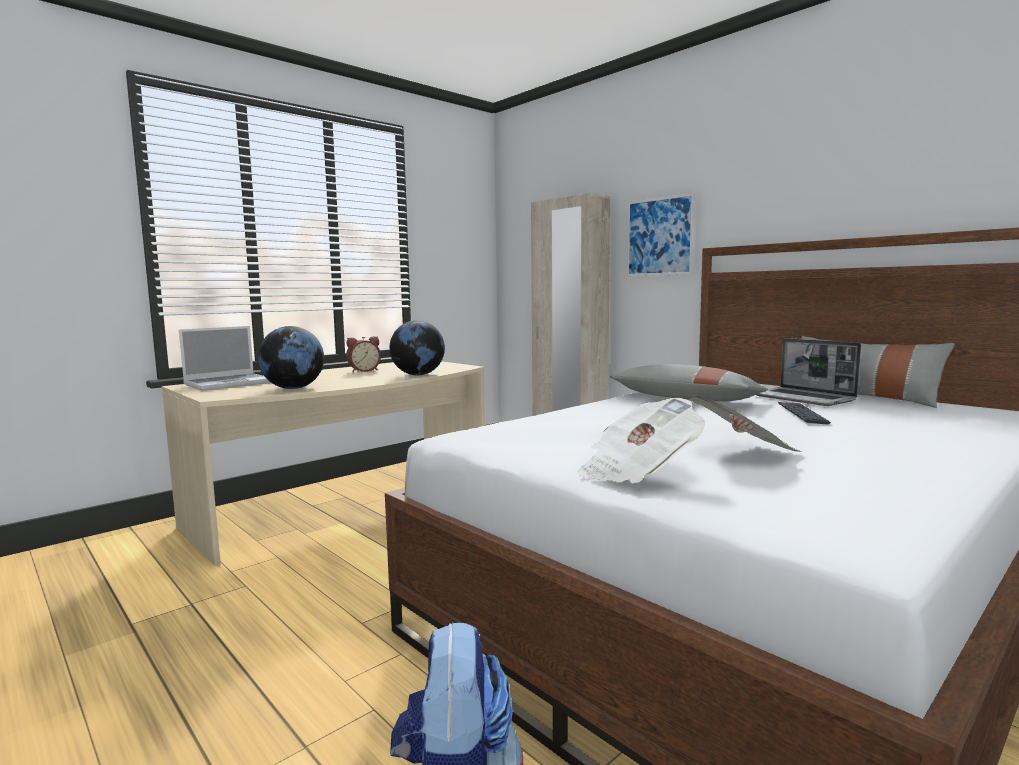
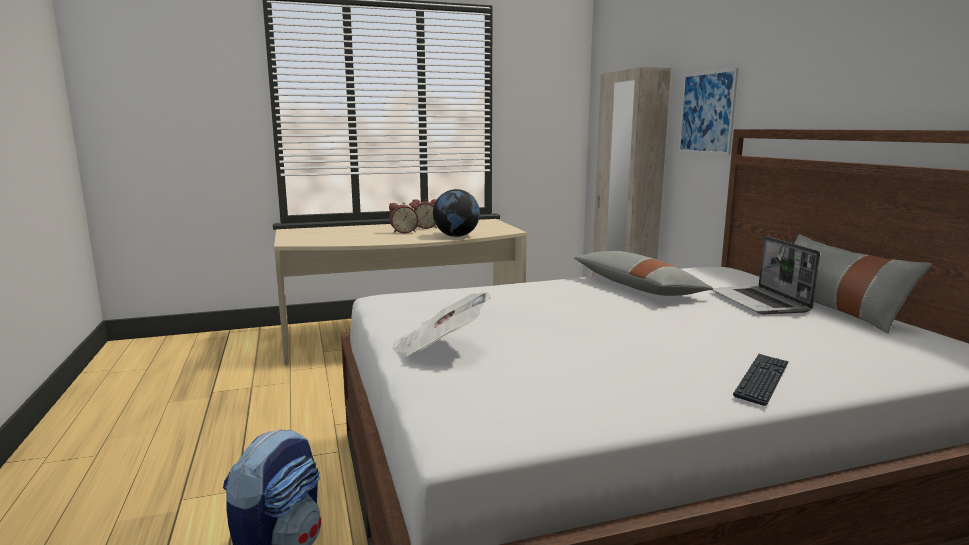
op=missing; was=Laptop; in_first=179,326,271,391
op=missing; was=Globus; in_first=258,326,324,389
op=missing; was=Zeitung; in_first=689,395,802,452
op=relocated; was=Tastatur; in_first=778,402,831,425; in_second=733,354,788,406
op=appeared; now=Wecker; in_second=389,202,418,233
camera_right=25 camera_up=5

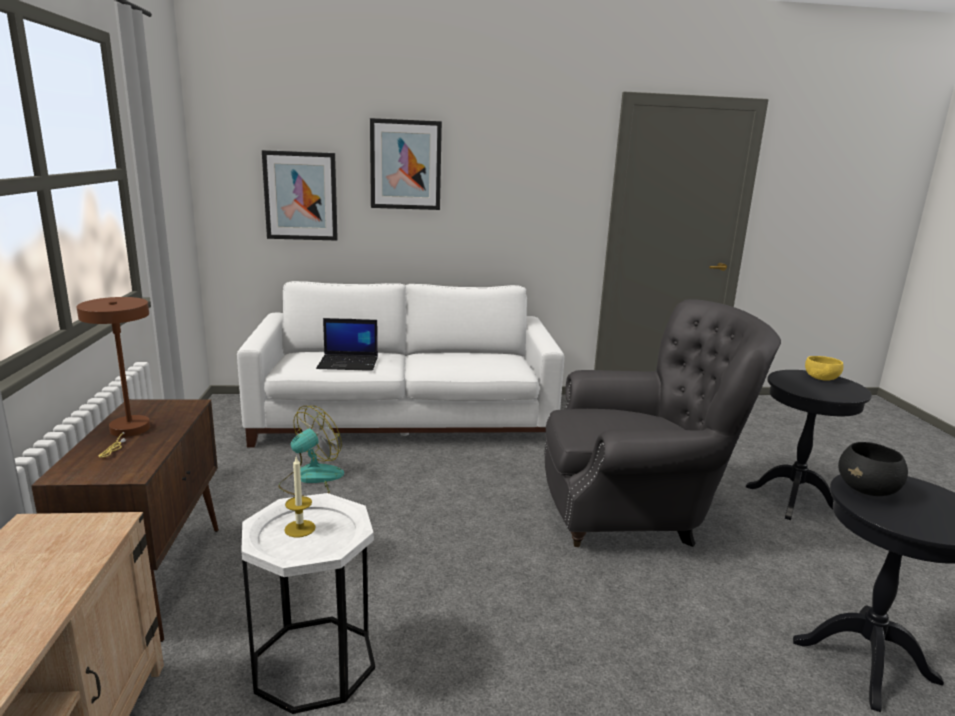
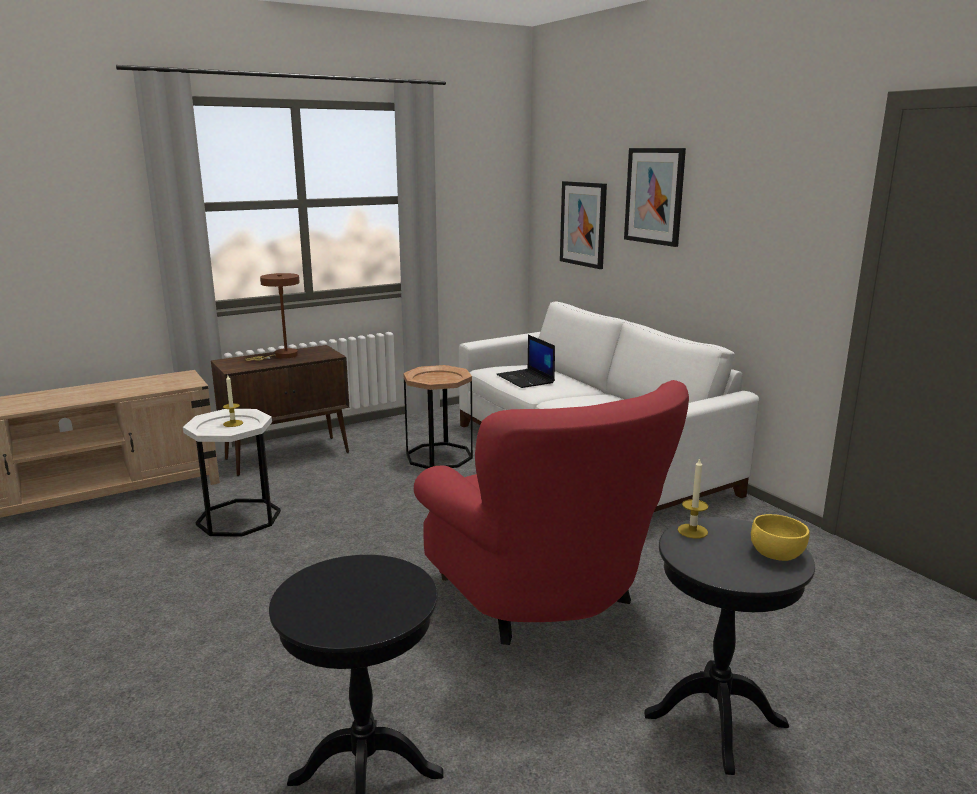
op=colour; was=Sessel [grau]; now=Sessel [rot]; in_first=544,299,781,547; in_second=414,380,689,645
op=exchanged; was=Ventilator; now=Beistelltisch [braun]; in_first=278,406,344,496; in_second=403,365,473,469
op=missing; was=Schüssel [schwarz]; in_first=838,442,908,496
op=appeared; now=Kerze; in_second=678,457,708,538
camera_right=65 camera_up=0

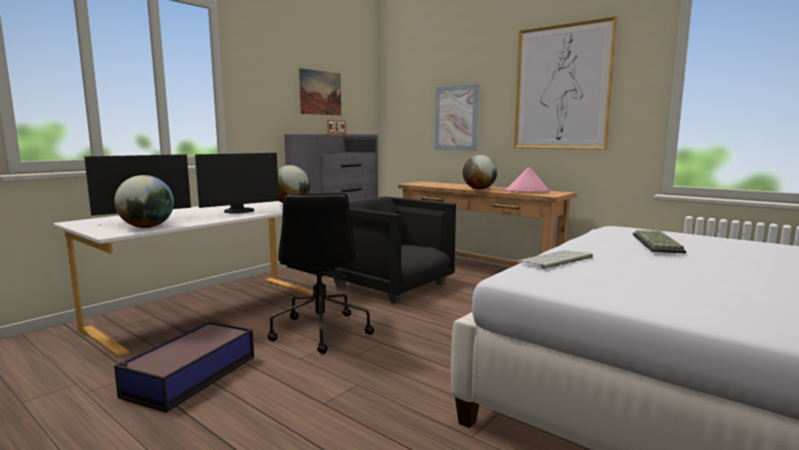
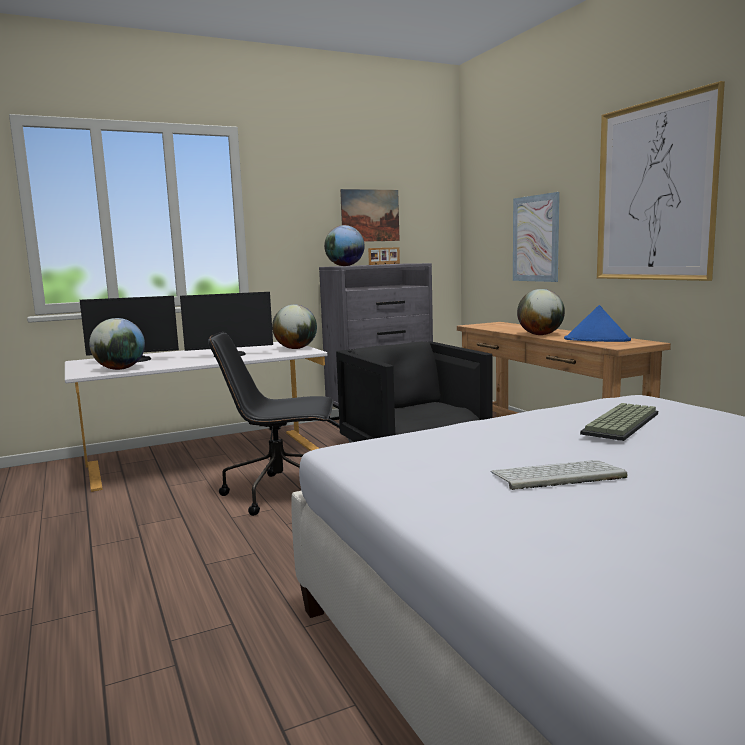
op=colour; was=Hut [rosa]; now=Hut [blau]; in_first=505,166,550,192; in_second=564,305,631,342
op=spun; was=Bürostuhl [schwarz]; in_first=267,192,374,354; in_second=208,332,334,516; clockwise=75
op=relocated; was=Tastatur; in_first=516,250,593,269; in_second=490,460,628,490
op=missing; was=Aufbewahrungsbox; in_first=114,321,254,413
op=appeared; now=Globus; in_second=324,225,365,266
camera_right=25 camera_up=0

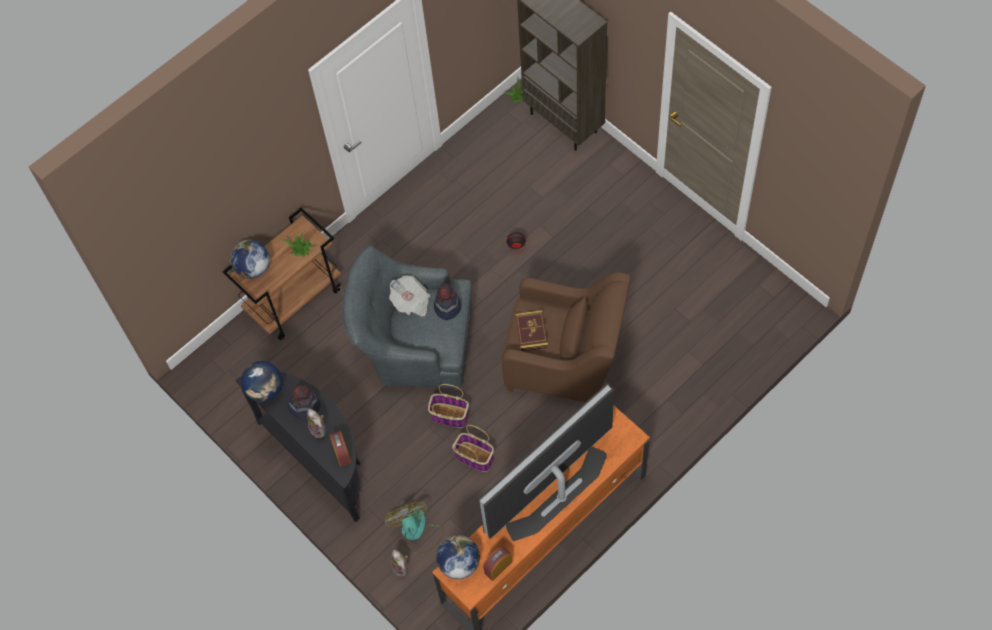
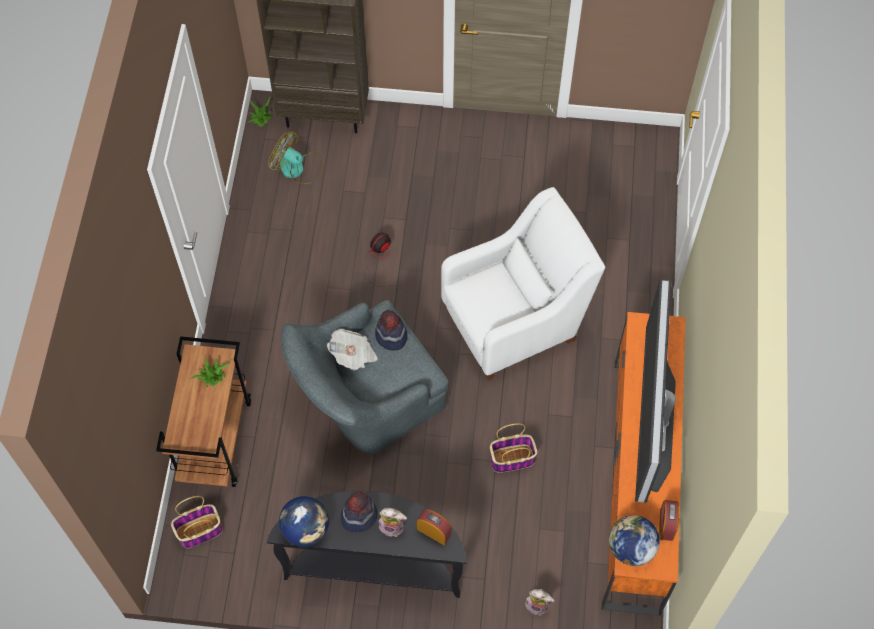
op=missing; was=Globus; in_first=230,240,270,279
op=colour; was=Sessel [braun]; now=Sessel [weiß]; in_first=502,272,631,402; in_second=441,187,605,380
op=missing; was=Buch; in_first=515,310,548,351
op=relocated; was=Korb; in_first=428,384,469,428; in_second=171,496,222,548
op=relocated; was=Ventilator; in_first=384,501,444,555; in_second=268,131,322,184
camera_right=-45 camera_up=0

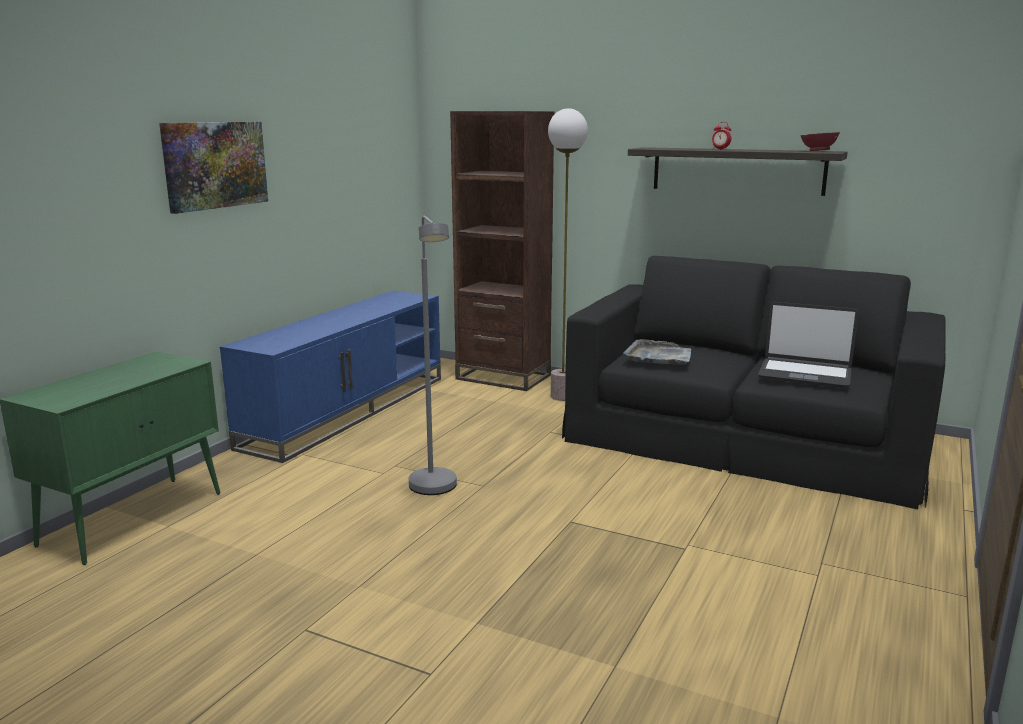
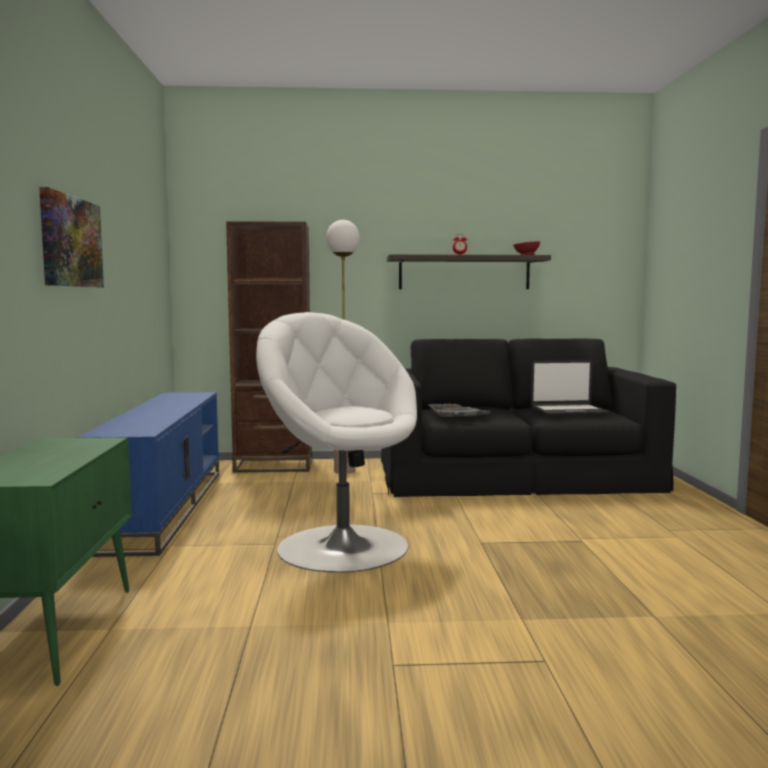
op=exchanged; was=Stehlampe [grau]; now=Sessel [weiß]; in_first=409,216,457,495; in_second=256,312,417,572
camera_right=-30 camera_up=-10

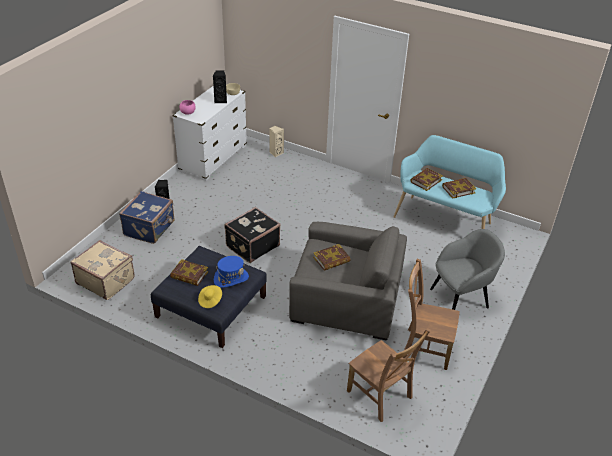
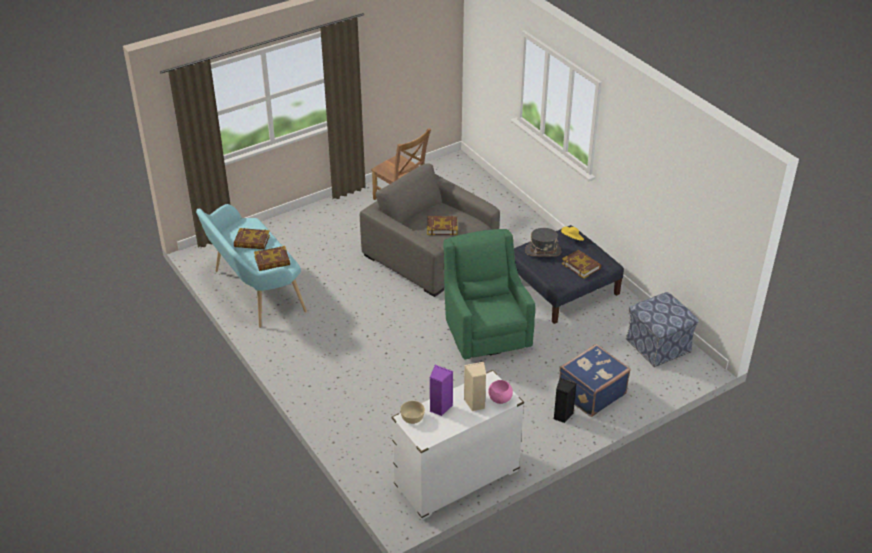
op=colour; was=Lautsprecher [schwarz]; now=Lautsprecher [lila]; in_first=213,71,227,103; in_second=430,365,454,416
op=relocated; was=Lautsprecher [beige]; in_first=269,126,284,157; in_second=464,362,486,411
op=exchanged; was=Koffer [schwarz]; now=Sessel [grün]; in_first=224,207,281,263; in_second=443,229,535,359
op=missing; was=Sessel [grau]; in_first=430,229,505,310
op=exchanged; was=Koffer [beige]; now=Polsterhocker; in_first=71,240,135,300; in_second=626,292,699,367
op=colour; was=Hut [blau]; now=Hut [grau]; in_first=214,256,249,288; in_second=525,228,561,256
op=missing; was=Stuhl [braun]; in_first=347,328,431,422
camera_right=-150 camera_up=0

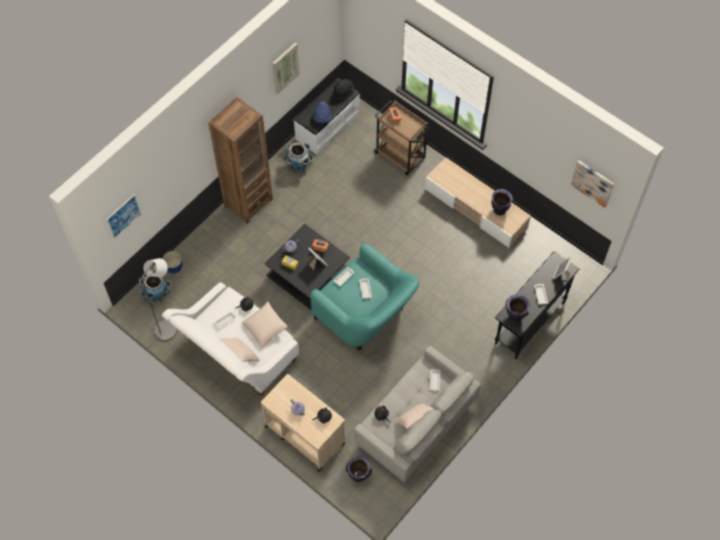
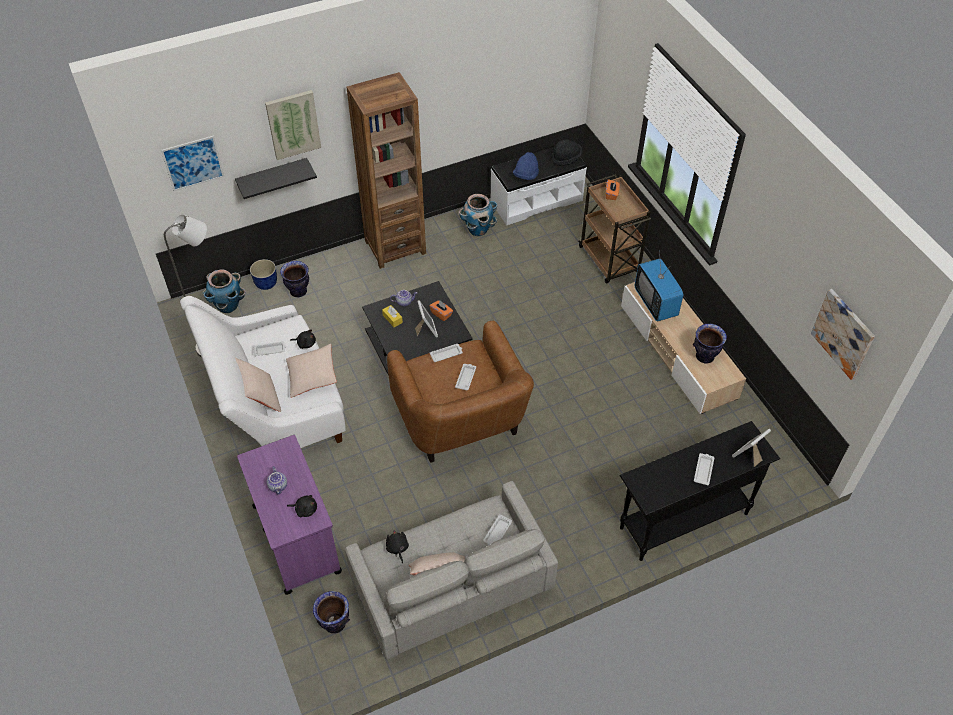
op=relocated; was=Bild; in_first=273,42,300,94; in_second=265,90,321,160
op=colour; was=Sessel [türkis]; now=Sessel [braun]; in_first=310,243,419,350; in_second=387,321,534,463
op=relocated; was=Vase; in_first=506,294,530,322; in_second=280,261,309,297
op=colour; was=Rollwagen [beige]; now=Rollwagen [lila]; in_first=261,374,345,472; in_second=237,435,342,595
op=appeared; now=Wandregal [schwarz]; in_second=235,158,317,199
op=appeared; now=Fernseher; in_second=635,250,683,322
camera_right=25 camera_up=-10

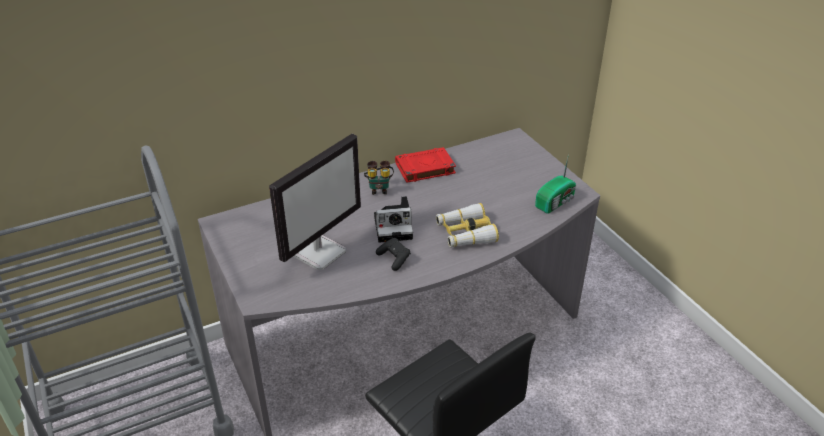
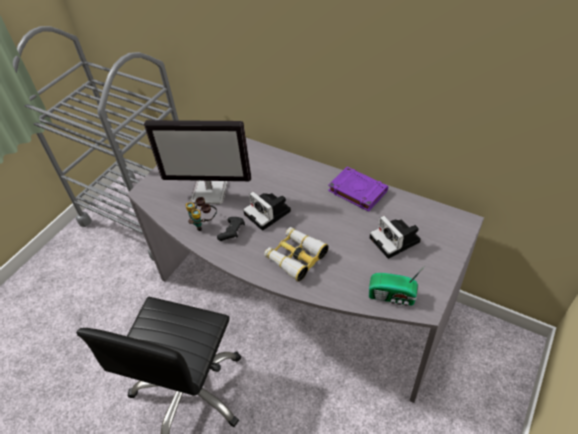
op=colour; was=Buch [rot]; now=Buch [lila]; in_first=395,147,456,183; in_second=328,167,388,211
op=relocated; was=Fernglas; in_first=364,161,394,195; in_second=185,197,217,231
op=appeared; now=Kamera; in_second=370,216,421,259
camera_right=60 camera_up=10

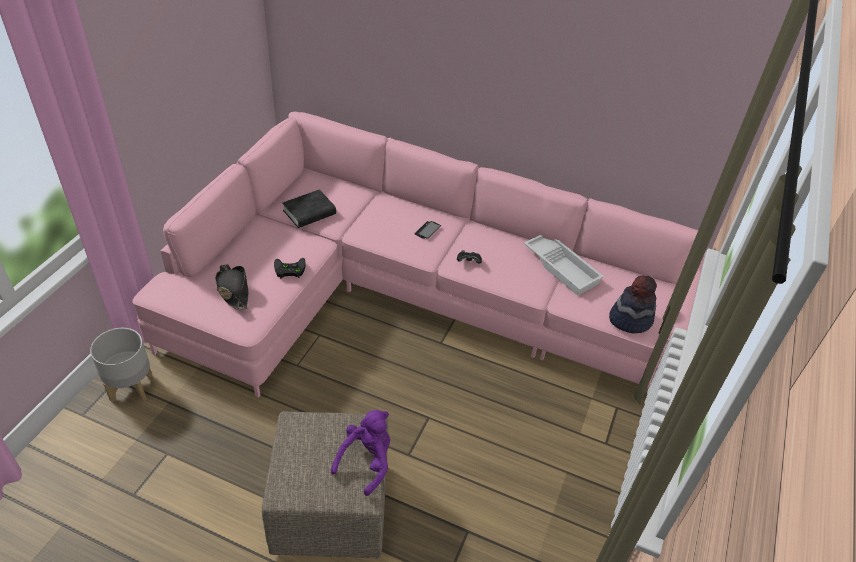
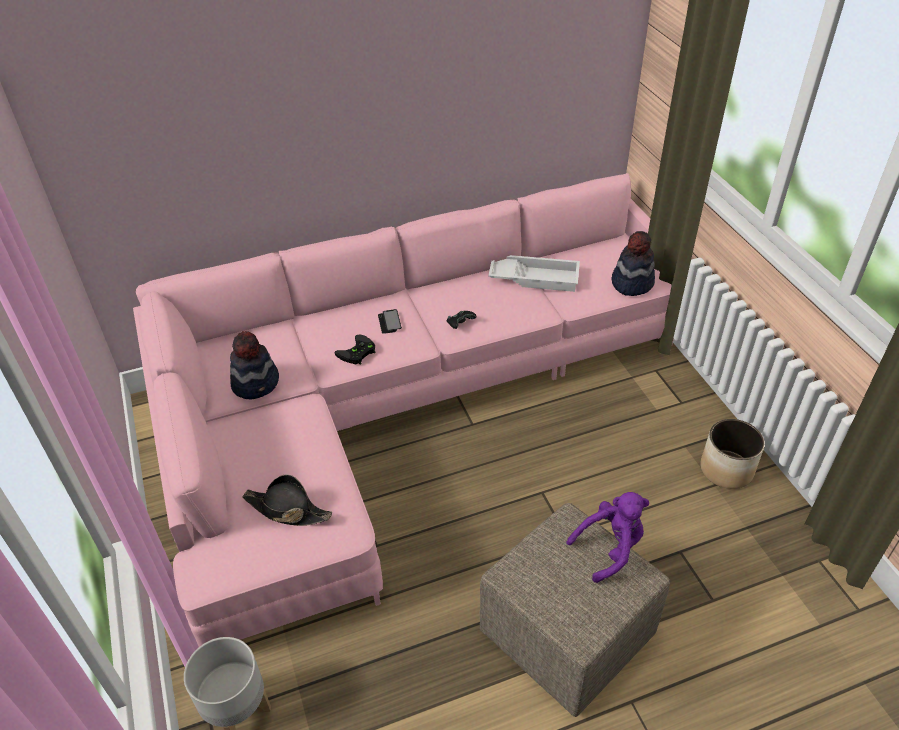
op=exchanged; was=Buch [schwarz]; now=Hut; in_first=282,190,336,228; in_second=230,331,279,399
op=relocated; was=Gamepad [schwarz]; in_first=274,258,306,279; in_second=335,335,375,364
op=spun; was=Plüschtier [lila]; in_first=331,410,390,496; in_second=567,492,649,583; clockwise=75
op=appeared; now=Pflanzkübel; in_second=700,419,765,489
camera_right=-40 camera_up=0

